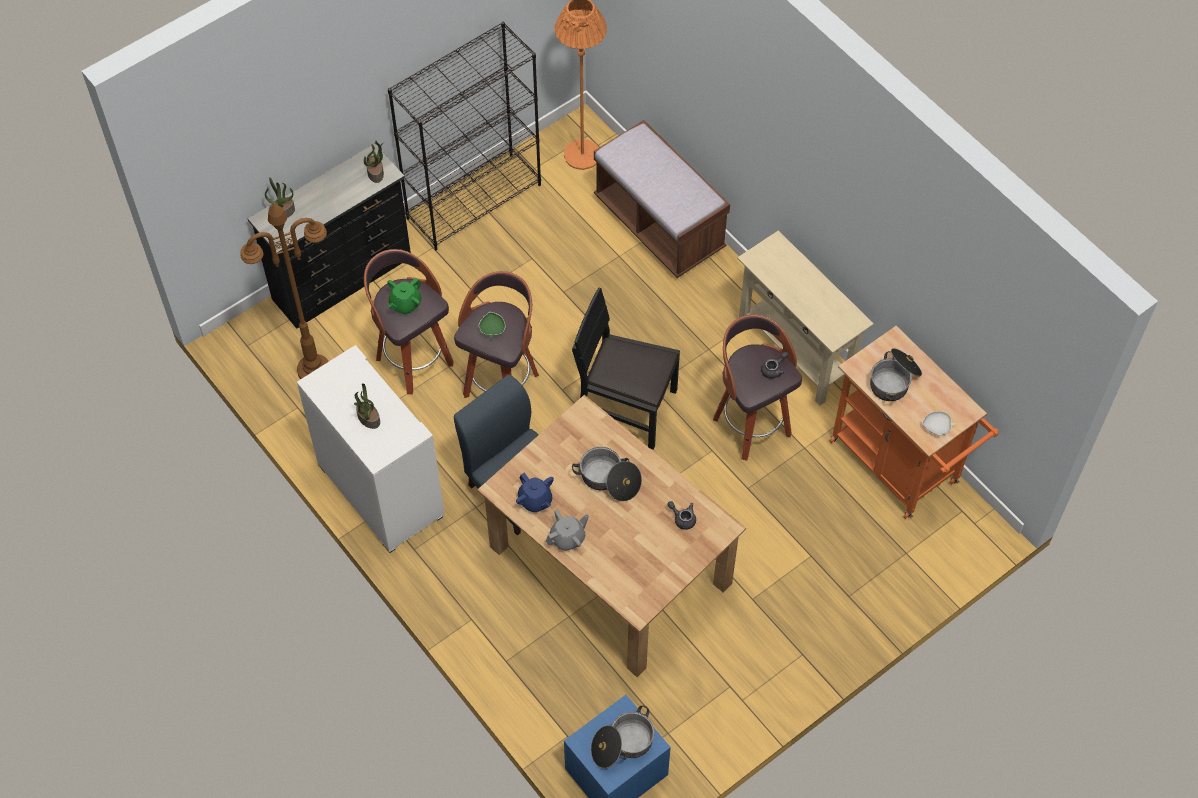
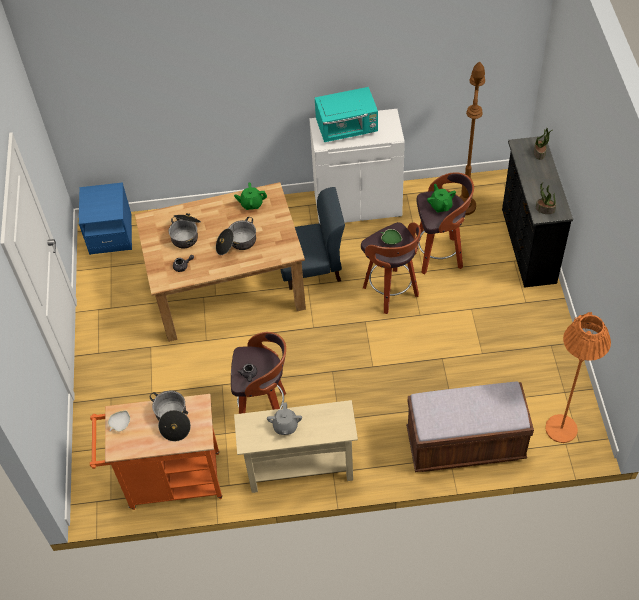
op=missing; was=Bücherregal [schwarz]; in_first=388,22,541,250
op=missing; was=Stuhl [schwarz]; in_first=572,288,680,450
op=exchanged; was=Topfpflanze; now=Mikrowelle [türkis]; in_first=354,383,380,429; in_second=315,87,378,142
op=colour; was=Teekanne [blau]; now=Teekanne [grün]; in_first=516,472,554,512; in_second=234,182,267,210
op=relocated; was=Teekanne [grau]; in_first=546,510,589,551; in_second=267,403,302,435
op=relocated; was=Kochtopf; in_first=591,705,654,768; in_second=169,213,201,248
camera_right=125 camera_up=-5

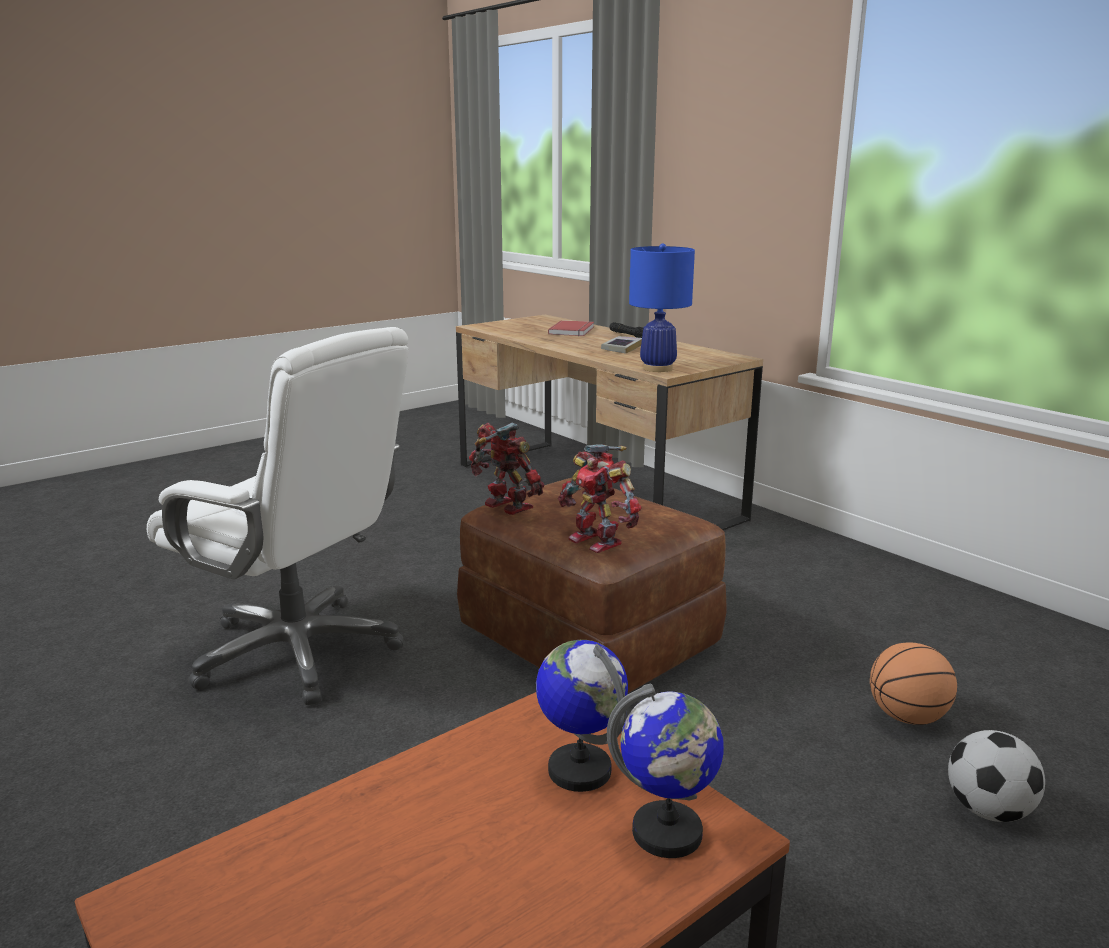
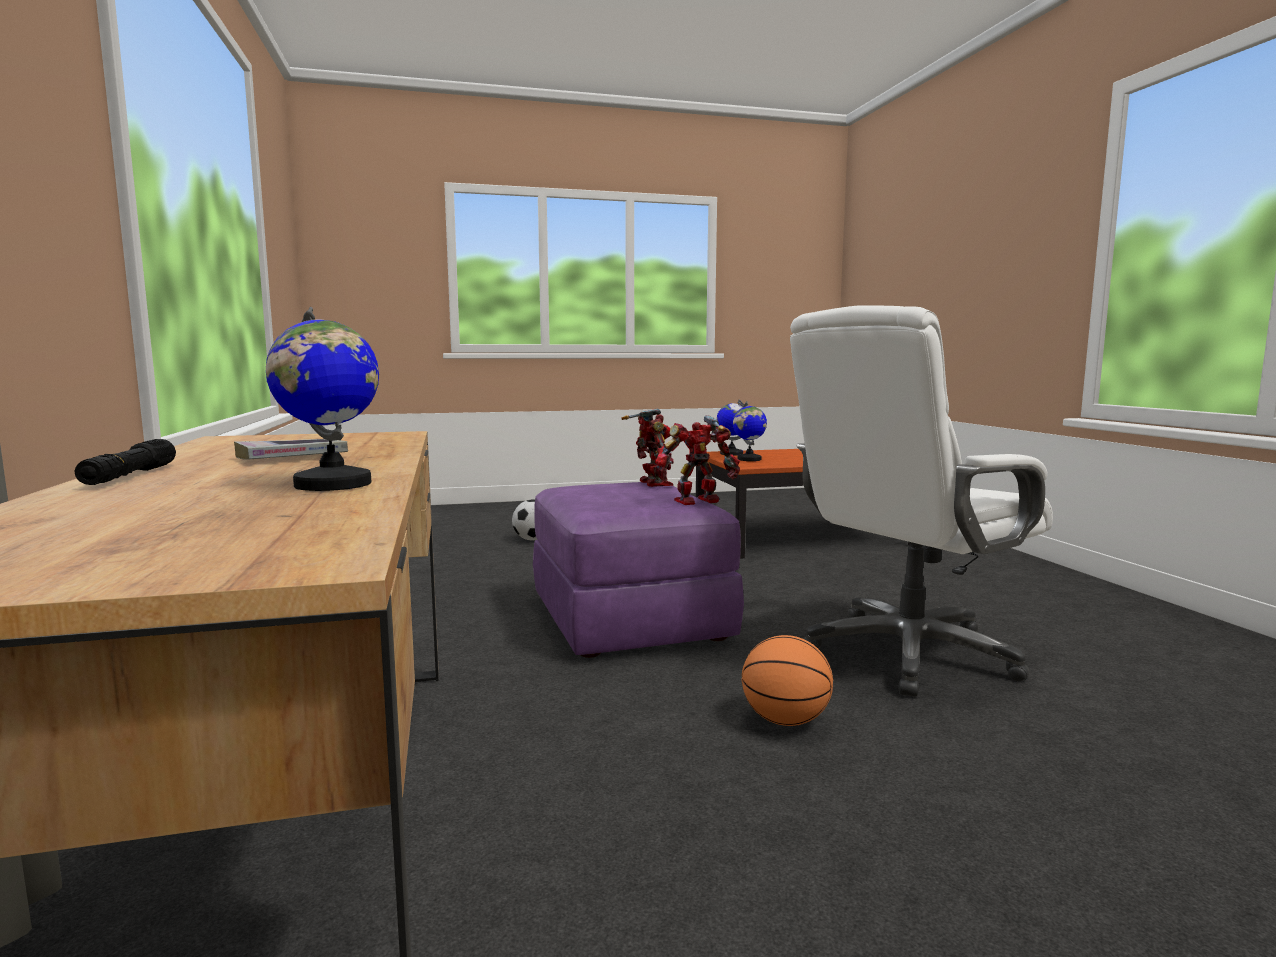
op=missing; was=Tischlampe [blau]; in_first=629,243,695,372
op=missing; was=Buch [rot]; in_first=548,320,594,336
op=spun; was=Bürostuhl [weiß]; in_first=147,327,409,705; in_second=790,305,1053,697; clockwise=-90
op=spun; was=Spielzeugroboter; in_first=469,423,544,515; in_second=655,415,740,505; clockwise=90
op=colour; was=Polsterhocker [braun]; now=Polsterhocker [lila]; in_first=457,478,727,693; in_second=533,482,744,658
op=relocated; was=Basketball; in_first=870,642,957,725; in_second=742,635,833,726
op=appeared; now=Globus; in_second=266,307,379,491
camera_right=-155 camera_up=-10

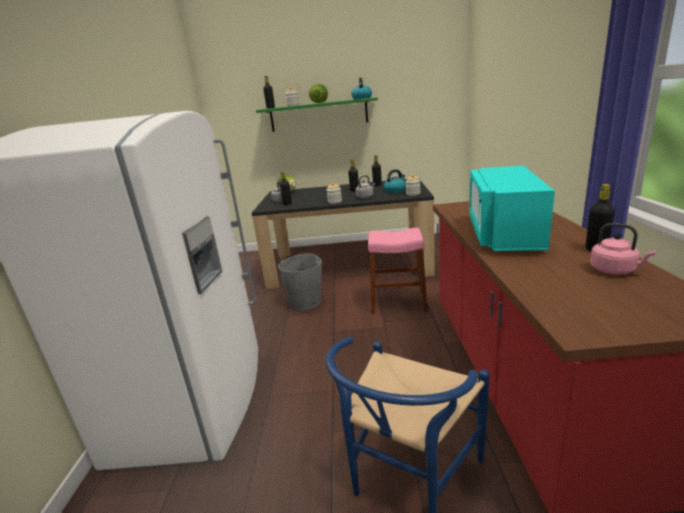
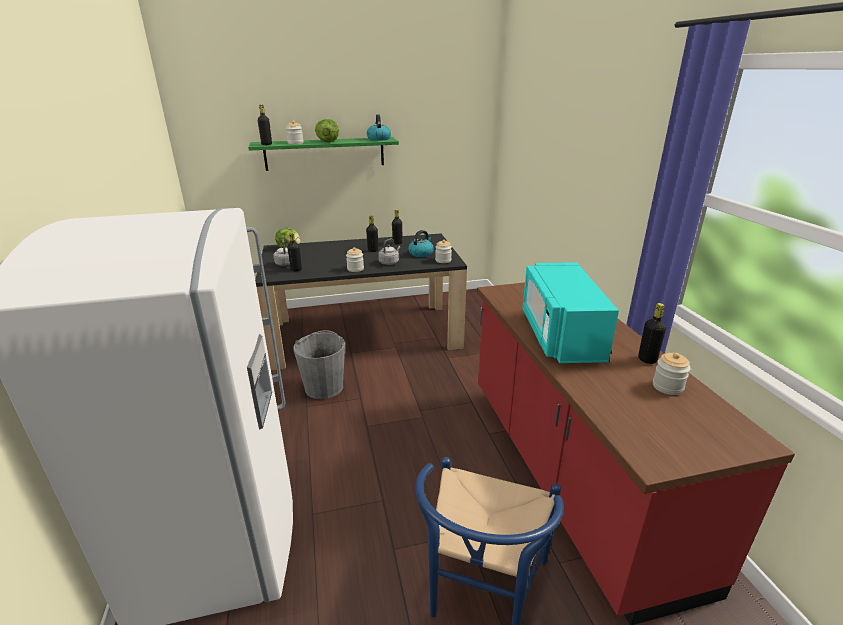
op=exchanged; was=Wasserkessel [rosa]; now=Vorratsglas; in_first=590,223,656,275; in_second=653,353,691,395
op=missing; was=Hocker [rosa]; in_first=368,228,427,314
camera_right=-15 camera_up=5

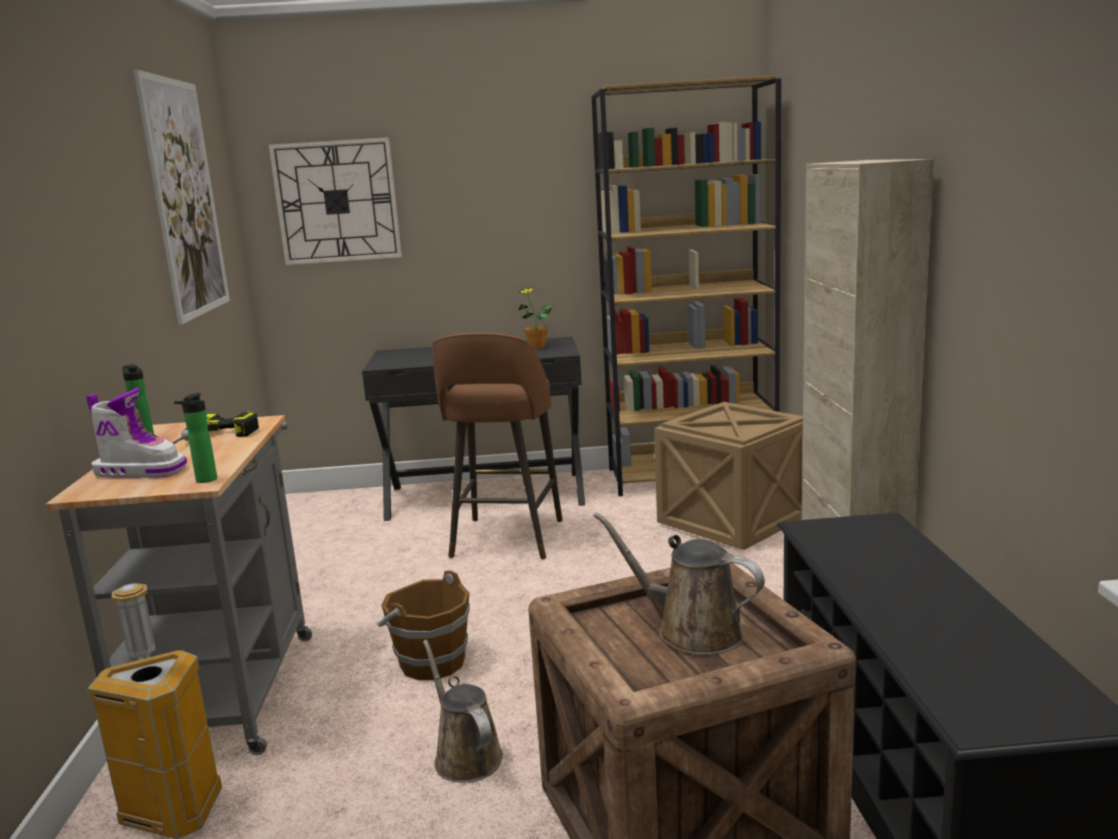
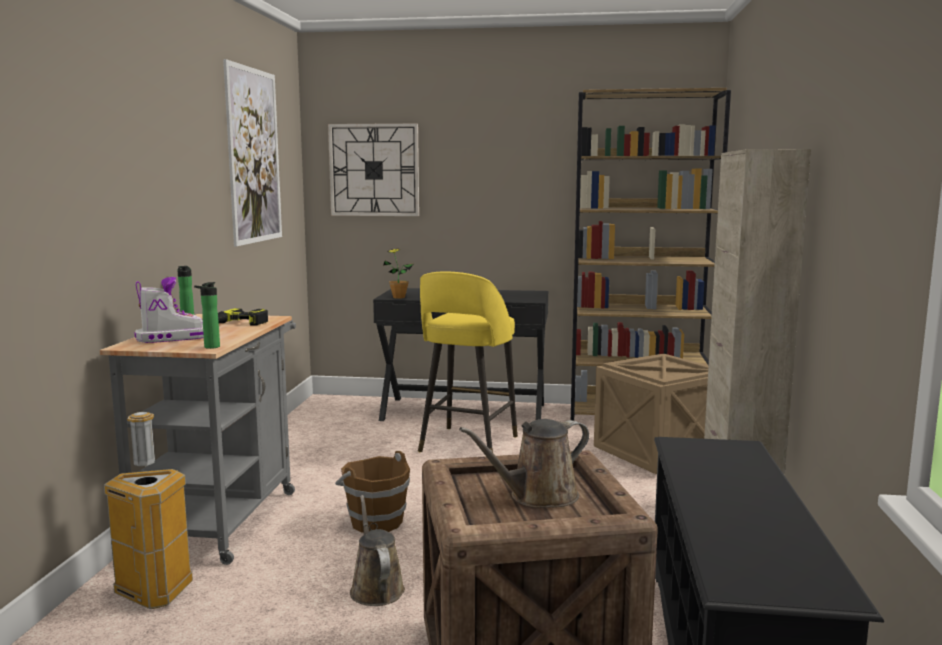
op=relocated; was=Topfpflanze; in_first=519,288,554,349; in_second=383,248,413,299
op=colour; was=Hocker [braun]; now=Hocker [gelb]; in_first=433,332,562,559; in_second=418,271,518,452
op=spun; was=Stiefel; in_first=87,388,187,478; in_second=134,277,204,343; clockwise=-45
op=spun; was=Gießkanne [braun]; in_first=593,512,765,655; in_second=459,419,589,508; clockwise=-75
camera_right=10 camera_up=-5

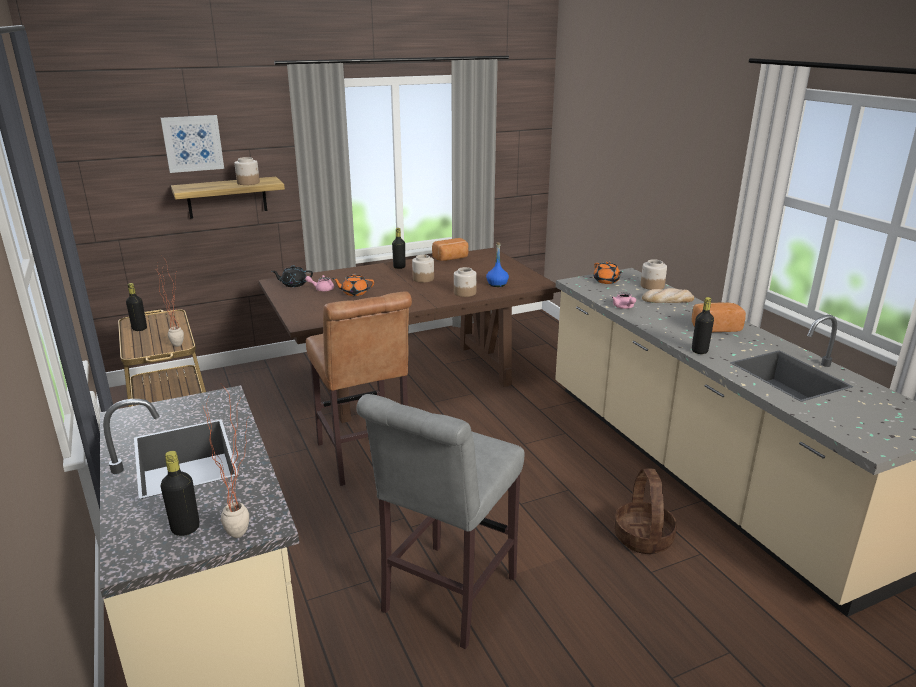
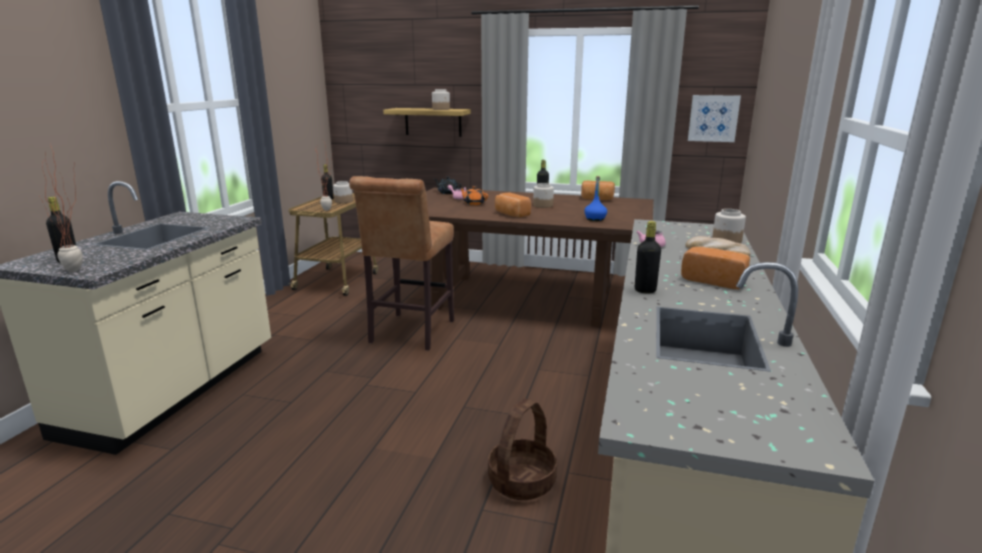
op=relocated; was=Bild; in_first=161,115,224,173; in_second=688,95,741,142
op=missing; was=Teekanne [orange]; in_first=593,261,622,284
op=relocated; was=Vorratsglas; in_first=454,267,477,297; in_second=333,181,353,203
op=missing; was=Hocker [grau]; in_first=356,394,525,649
op=appeared; now=Brot; in_second=495,193,531,217
camera_right=40 camera_up=-5

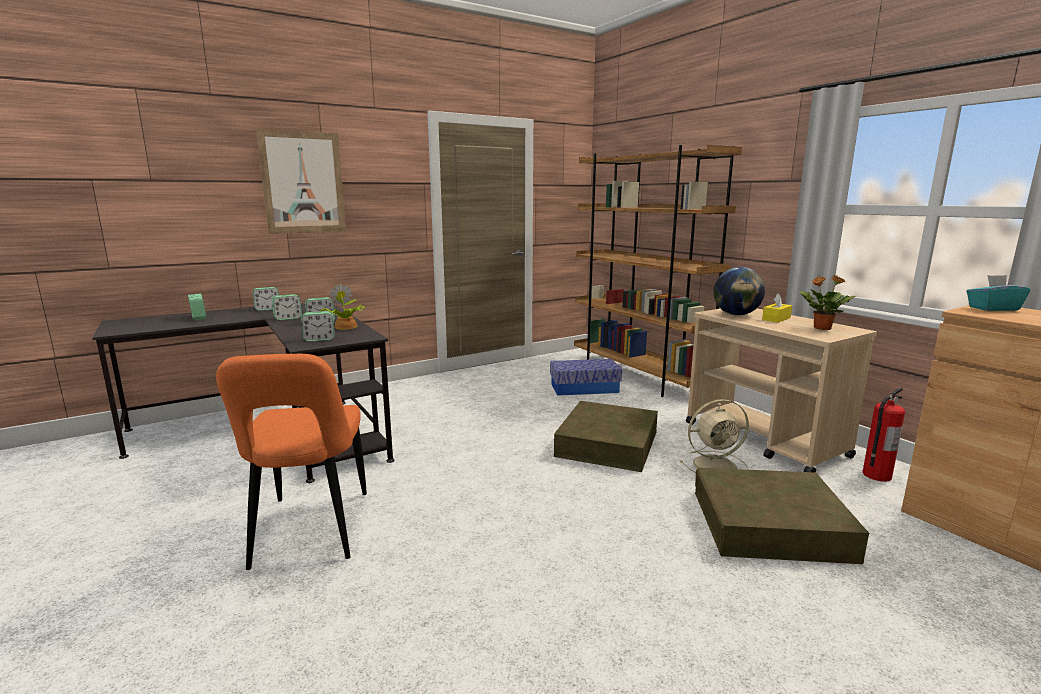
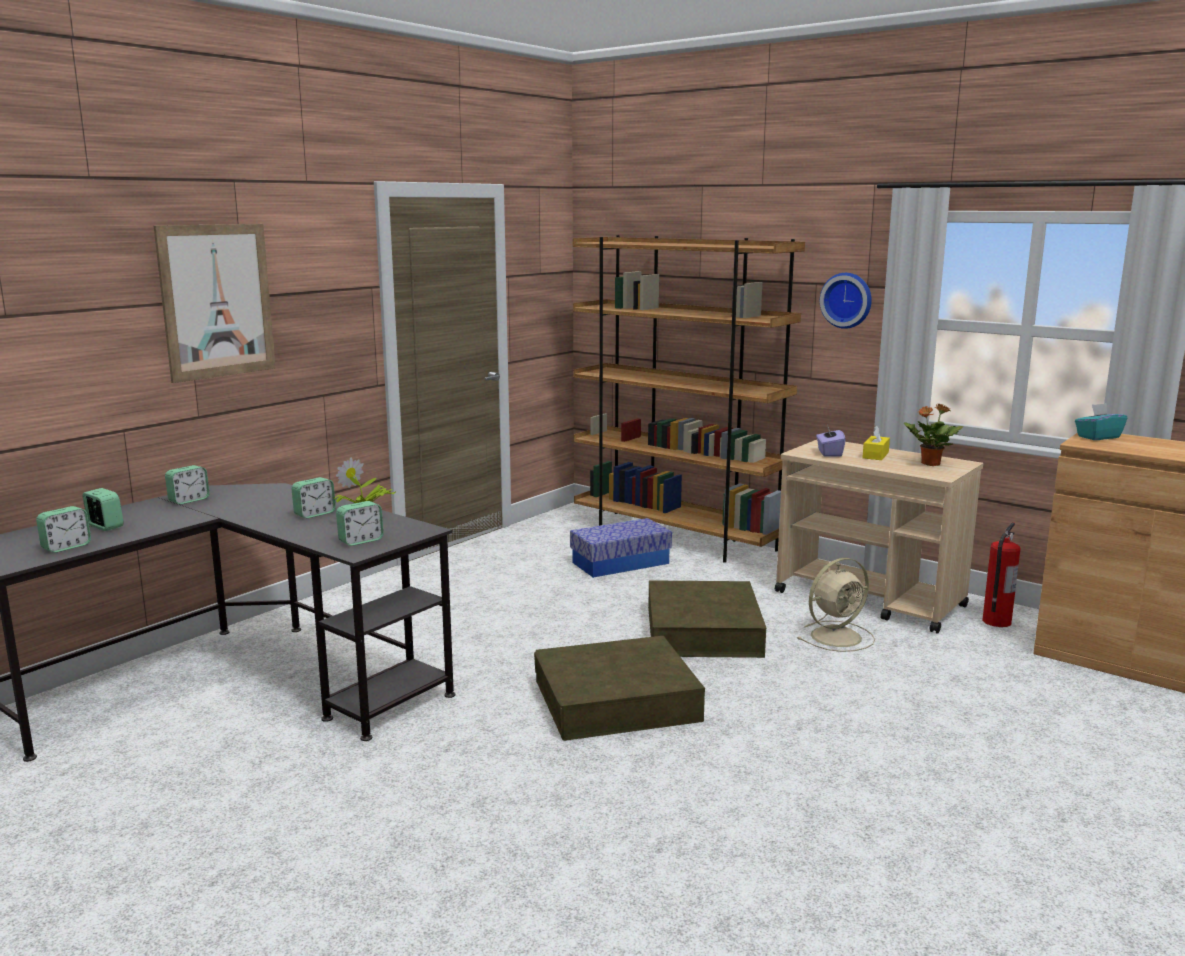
op=exchanged; was=Globus; now=Taschentuchbox [lila]; in_first=713,267,765,315; in_second=816,425,846,457
op=relocated; was=Wecker; in_first=272,294,302,320; in_second=36,506,91,553
op=missing; was=Stuhl [orange]; in_first=216,354,367,570
op=relocated; was=Aufbewahrungsbox [braun]; in_first=695,467,869,564; in_second=534,636,705,741
op=appeared; now=Wanduhr; in_second=820,273,872,329
camera_right=-20 camera_up=0

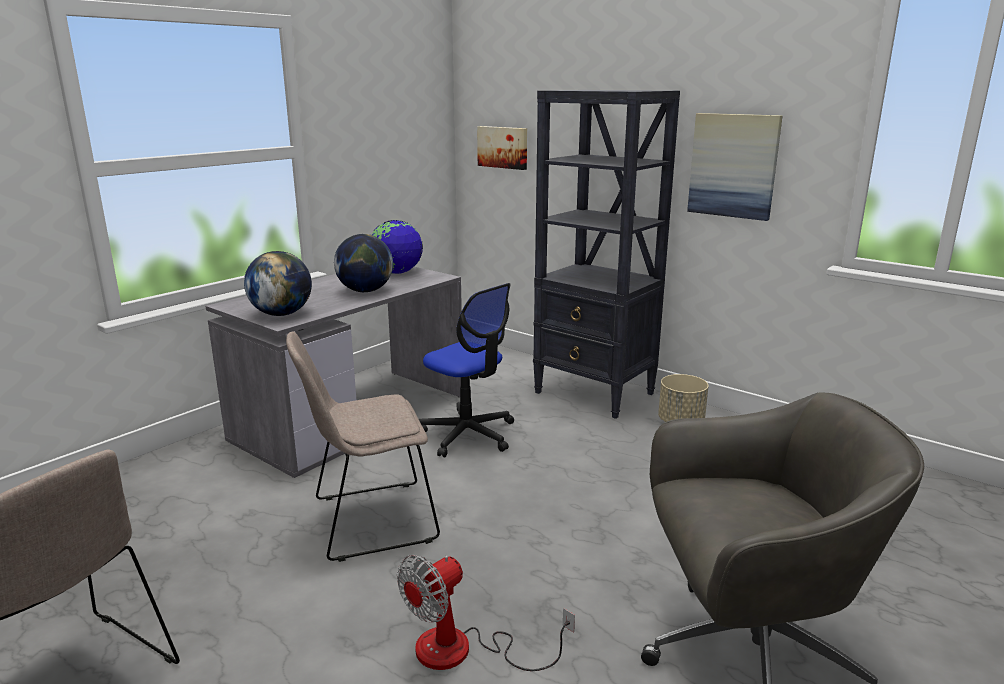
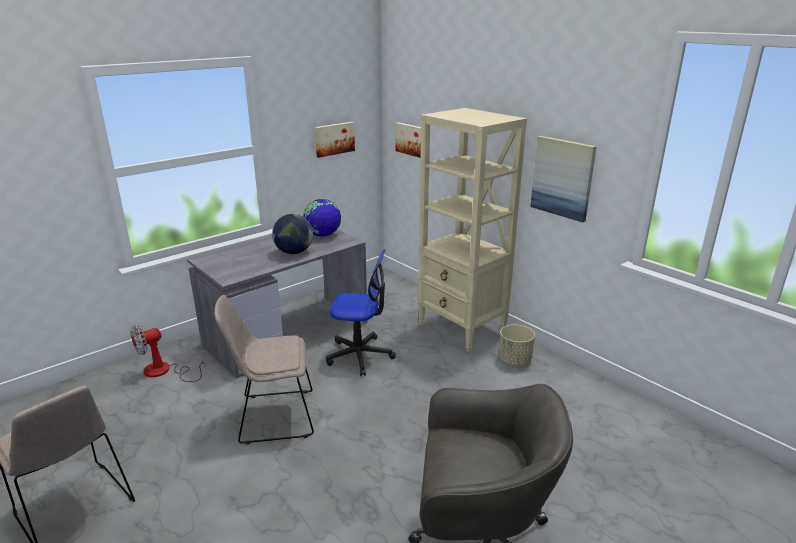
op=colour; was=Bücherregal [schwarz]; now=Bücherregal [beige]; in_first=533,90,680,419; in_second=418,108,527,352
op=missing; was=Globus; in_first=244,251,312,316
op=spun; was=Bürostuhl; in_first=419,283,514,457; in_second=326,249,396,376; clockwise=-45
op=relocated; was=Ventilator; in_first=397,555,575,671; in_second=130,325,206,382
op=appeared; now=Bild; in_second=315,122,355,158
camera_right=10 camera_up=5

